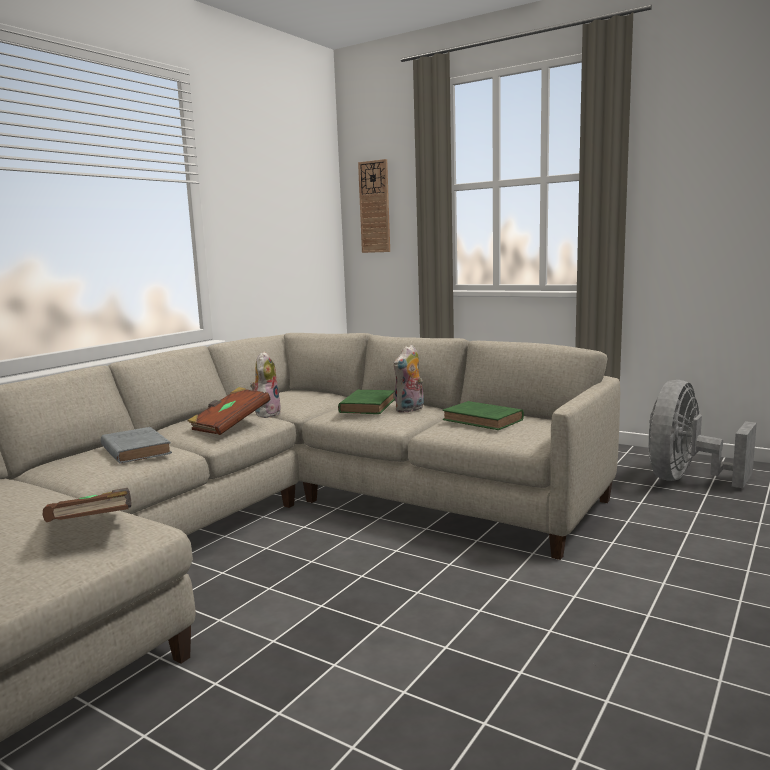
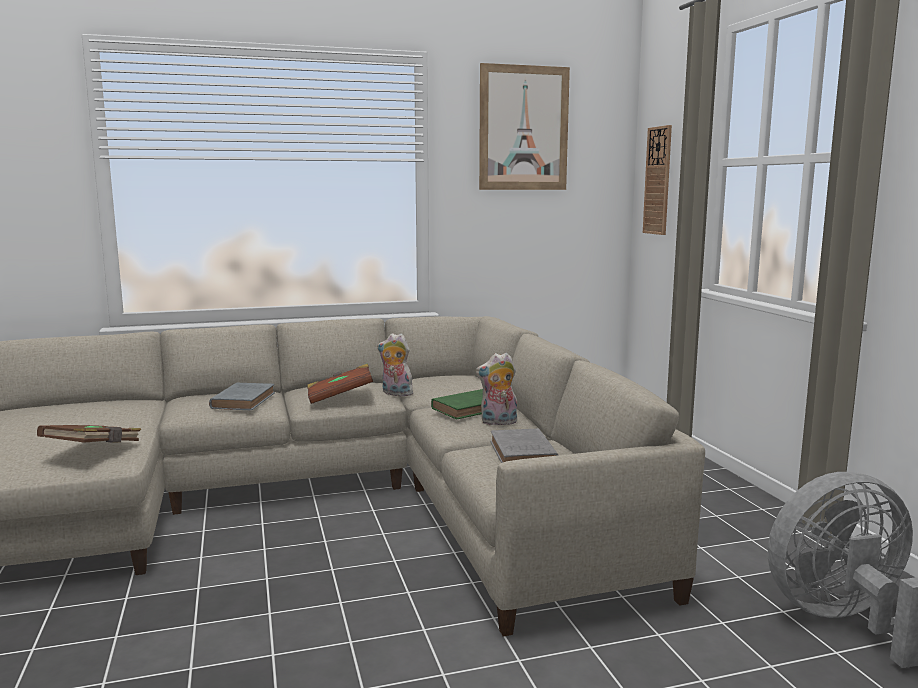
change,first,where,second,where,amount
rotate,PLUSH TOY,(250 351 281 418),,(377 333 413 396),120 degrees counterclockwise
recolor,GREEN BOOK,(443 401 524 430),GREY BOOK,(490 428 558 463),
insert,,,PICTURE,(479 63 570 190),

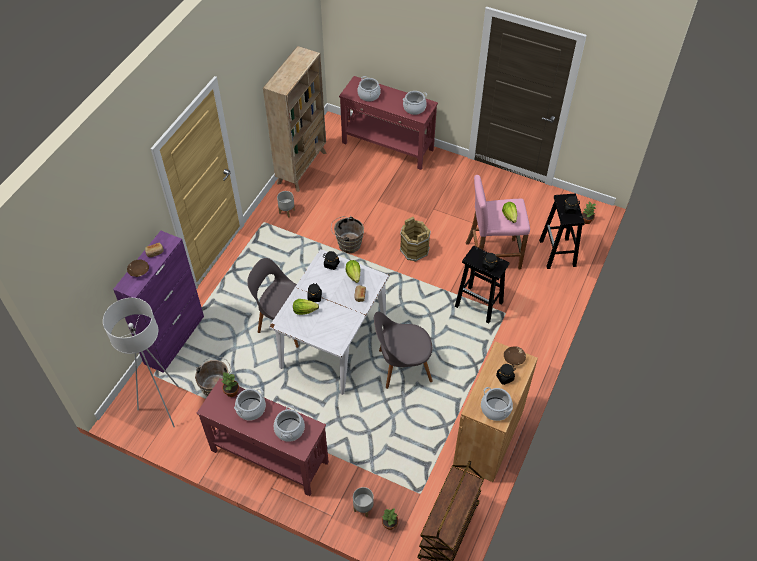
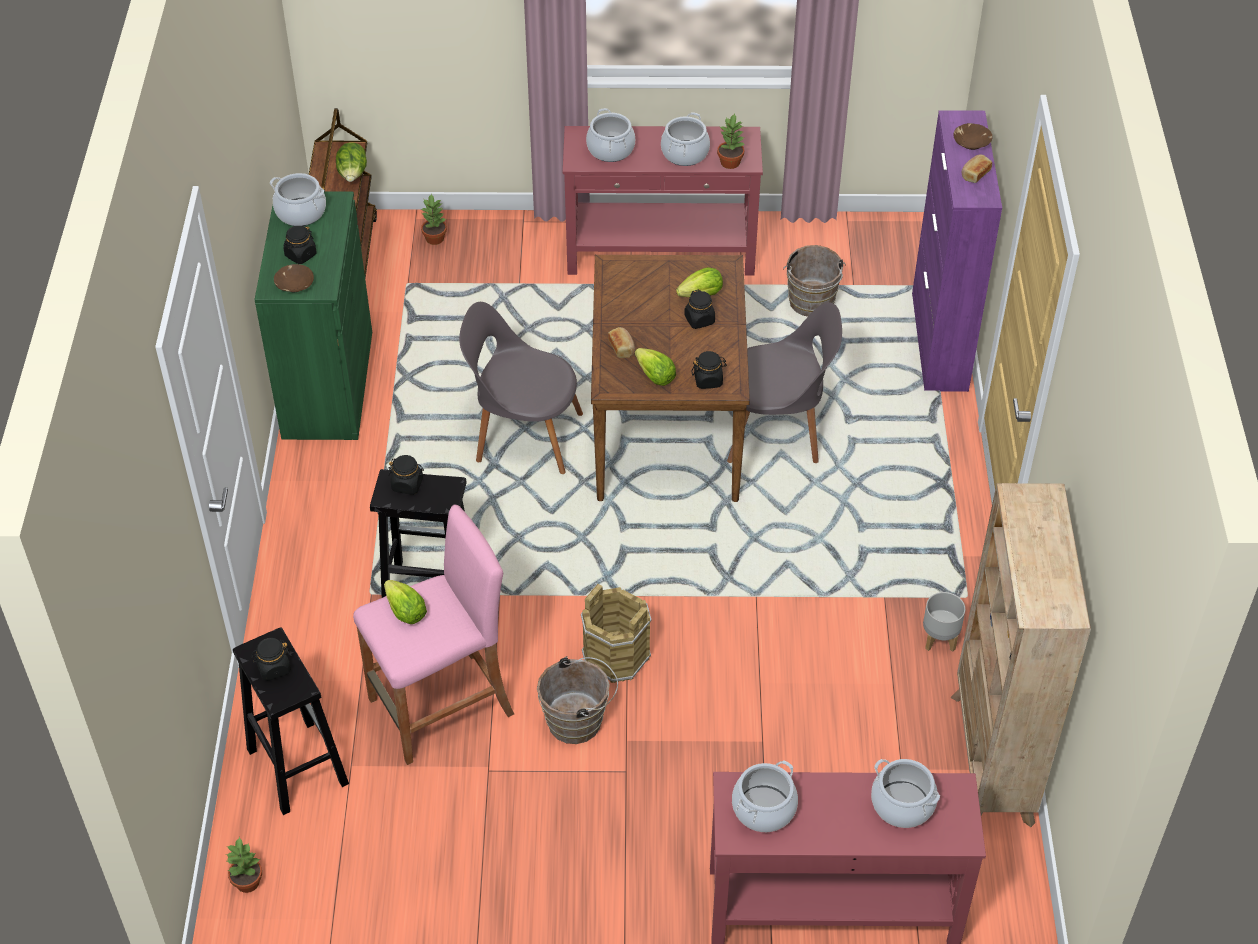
change,first,where,second,where,amount
delete,WHITE FLOOR LAMP,(103 298 179 428),,,
recolor,WHITE DINING TABLE,(269 249 389 395),BROWN DINING TABLE,(591 255 750 502),
move,BROWN BUCKET,(331 216 364 253),,(537 656 618 744),
delete,GREY PLANTER,(353 487 374 517),,,
rotate,GREY CHAIR,(374 312 433 389),,(459 302 583 474),135 degrees counterclockwise
recolor,BROWN CABINET,(453 341 538 482),GREEN CABINET,(255 191 372 440),
insert,,,LETTUCE,(336 142 367 182),

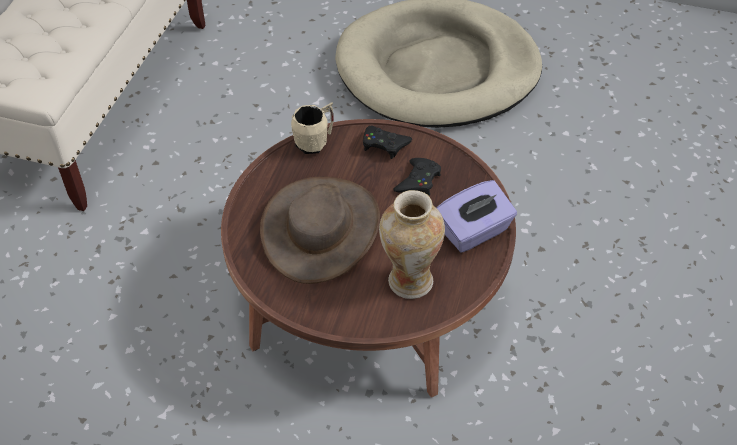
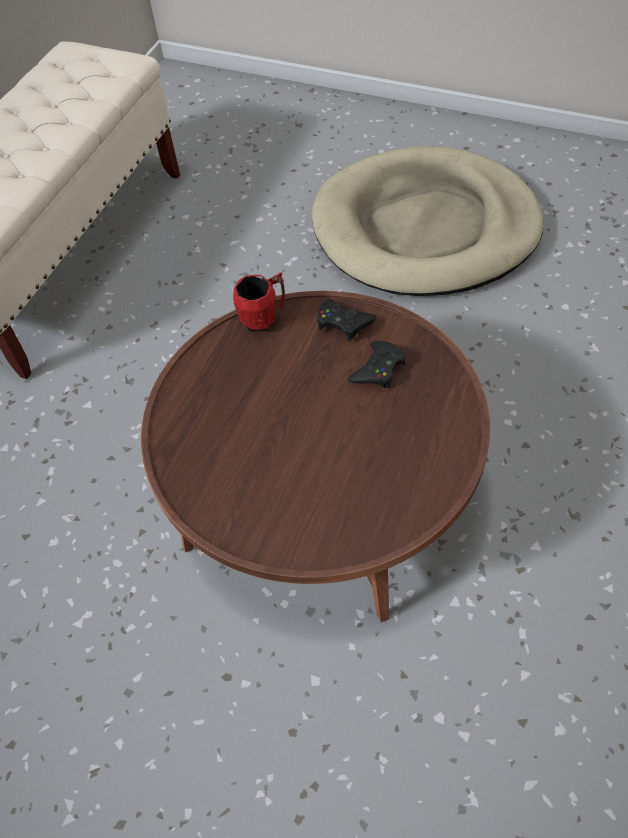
change,first,where,second,where,amount
delete,BROWN HAT,(260 177 380 284),,,
recolor,BEIGE MUG,(291 102 333 154),RED MUG,(233 272 285 332),
delete,VASE,(379 190 445 299),,,
delete,PURPLE TISSUE BOX,(436 180 517 253),,,

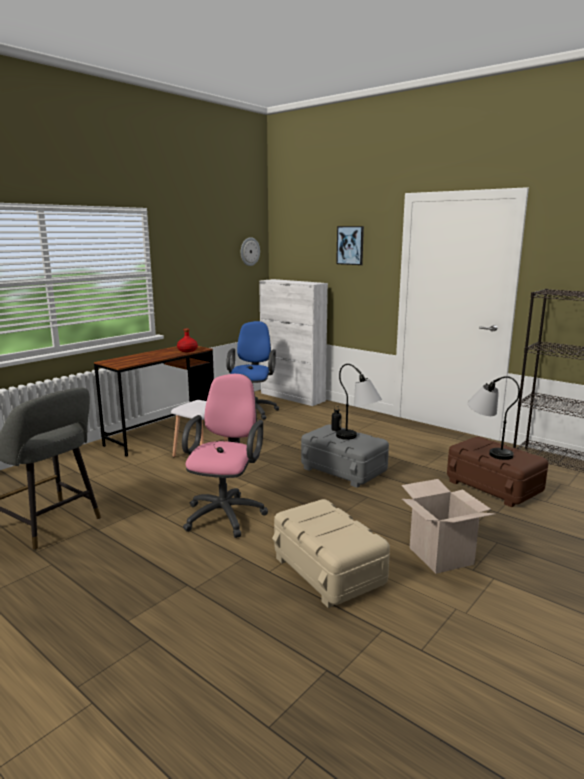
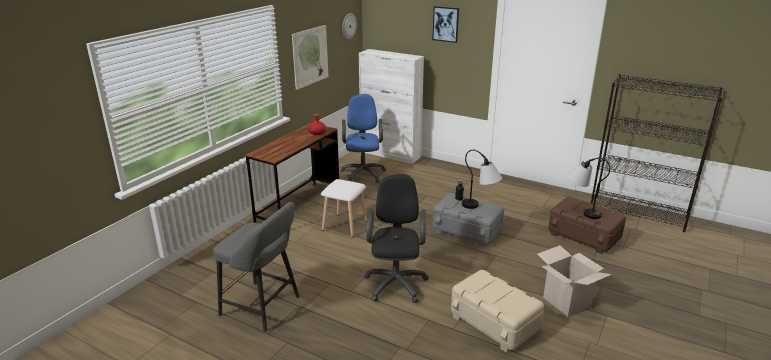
change,first,where,second,where,amount
recolor,PINK OFFICE CHAIR,(182 374 268 538),BLACK OFFICE CHAIR,(364 174 429 303),
insert,,,PICTURE,(292 25 328 90),

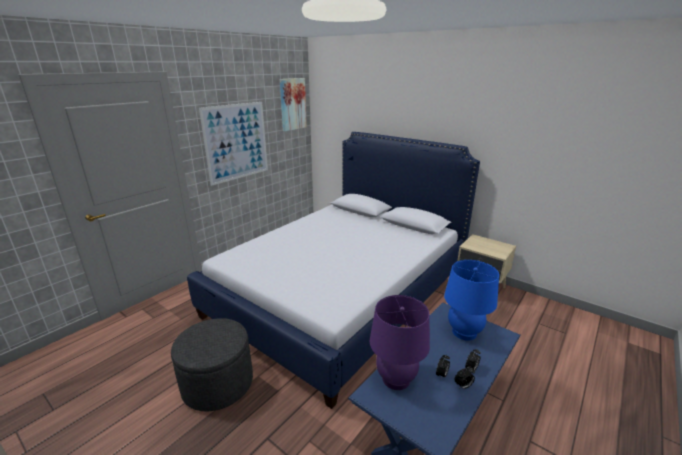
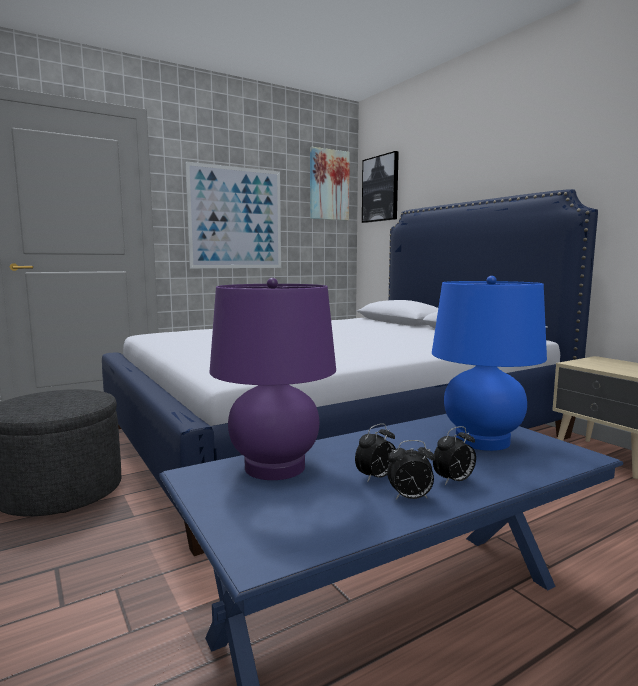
change,first,where,second,where,amount
insert,,,PICTURE,(362 151 399 223),

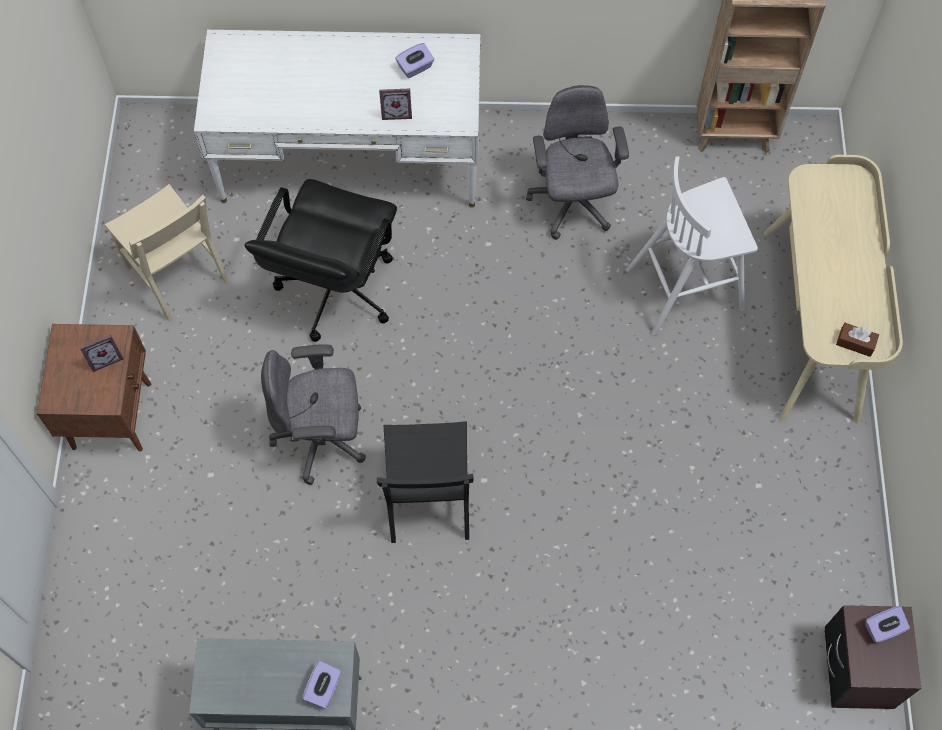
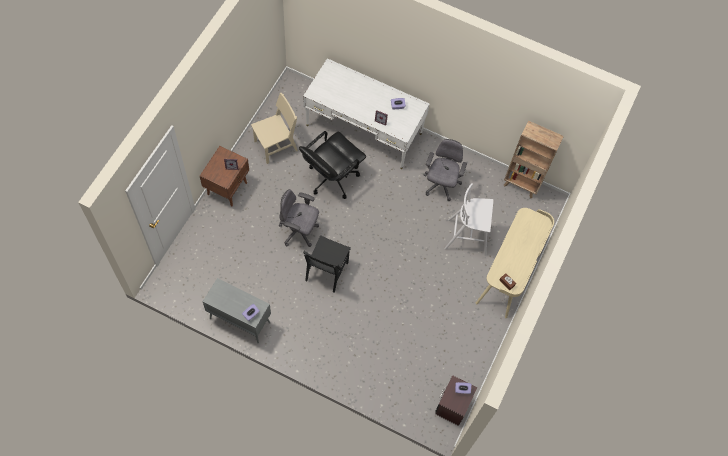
change,first,where,second,where,amount
rotate,BEIGE CHAIR,(105 184 230 322),,(251 93 298 164),105 degrees counterclockwise

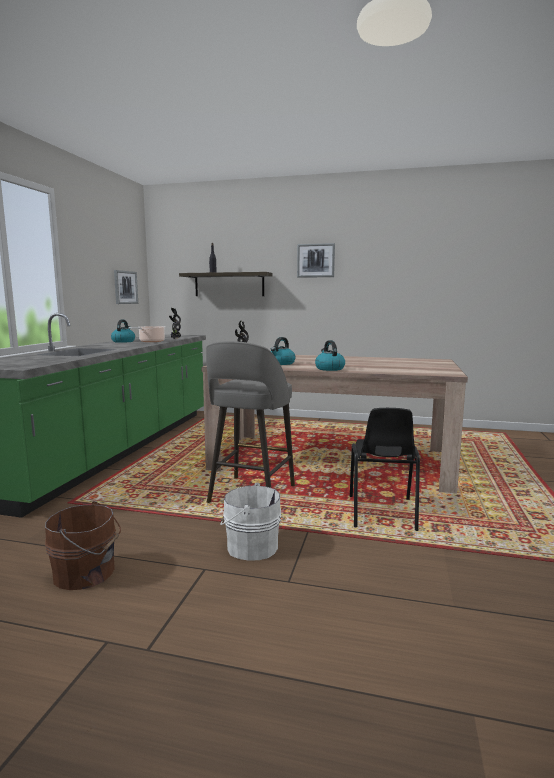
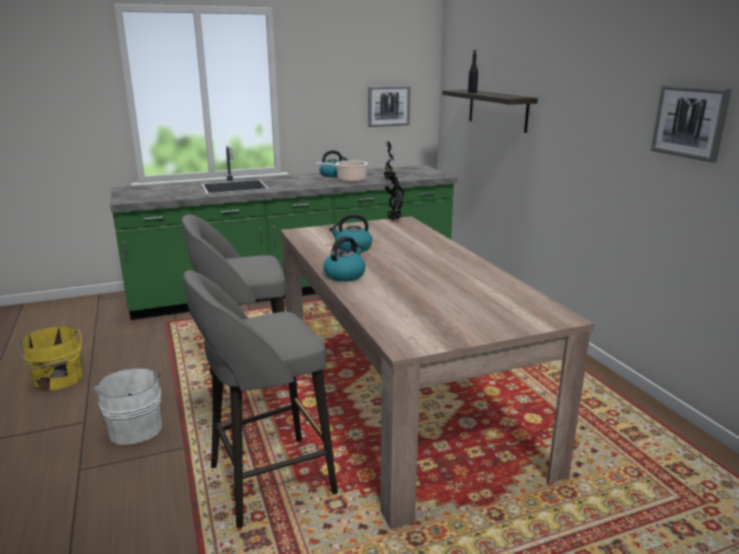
change,first,where,second,where,amount
recolor,BROWN BUCKET,(45 501 121 590),YELLOW BUCKET,(18 326 83 391),
move,PICTURE,(297 243 335 278),,(650 85 732 163),
replace,BLACK CHAIR,(350 408 420 531),GREY STOOL,(184 270 338 528),

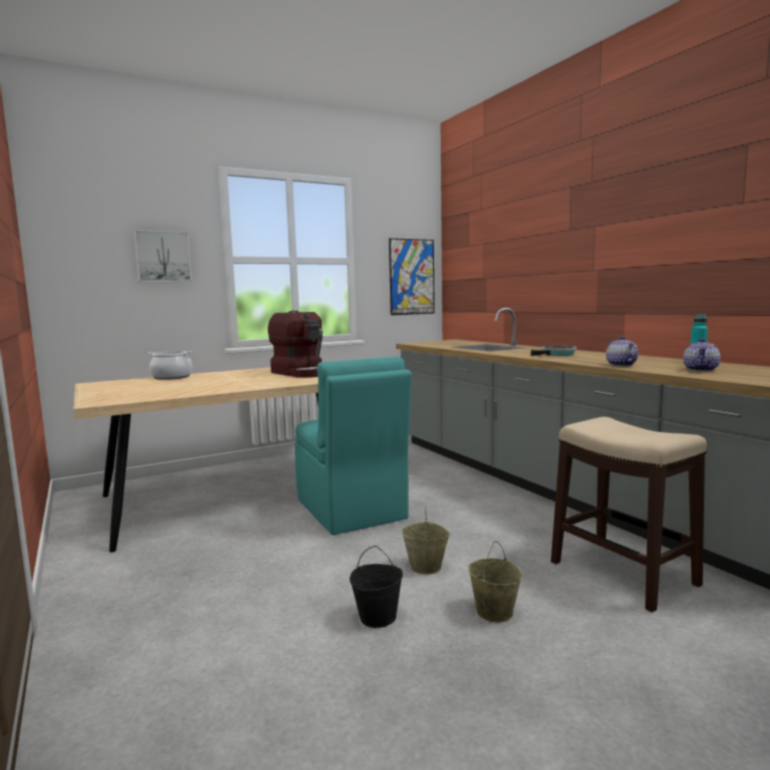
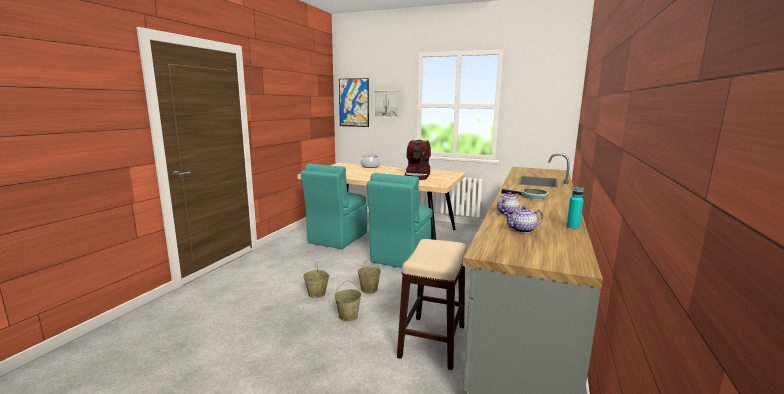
change,first,where,second,where,amount
recolor,BLACK BUCKET,(349 546 403 628),BEIGE BUCKET,(303 262 330 298),
move,PICTURE,(389 238 435 315),,(339 78 369 127),
insert,,,TURQUOISE CHAIR,(301 164 367 249),

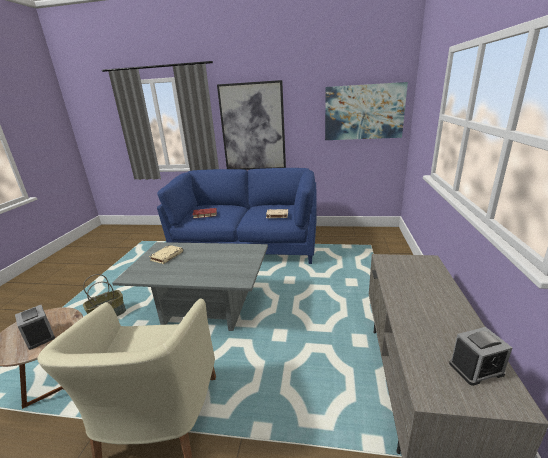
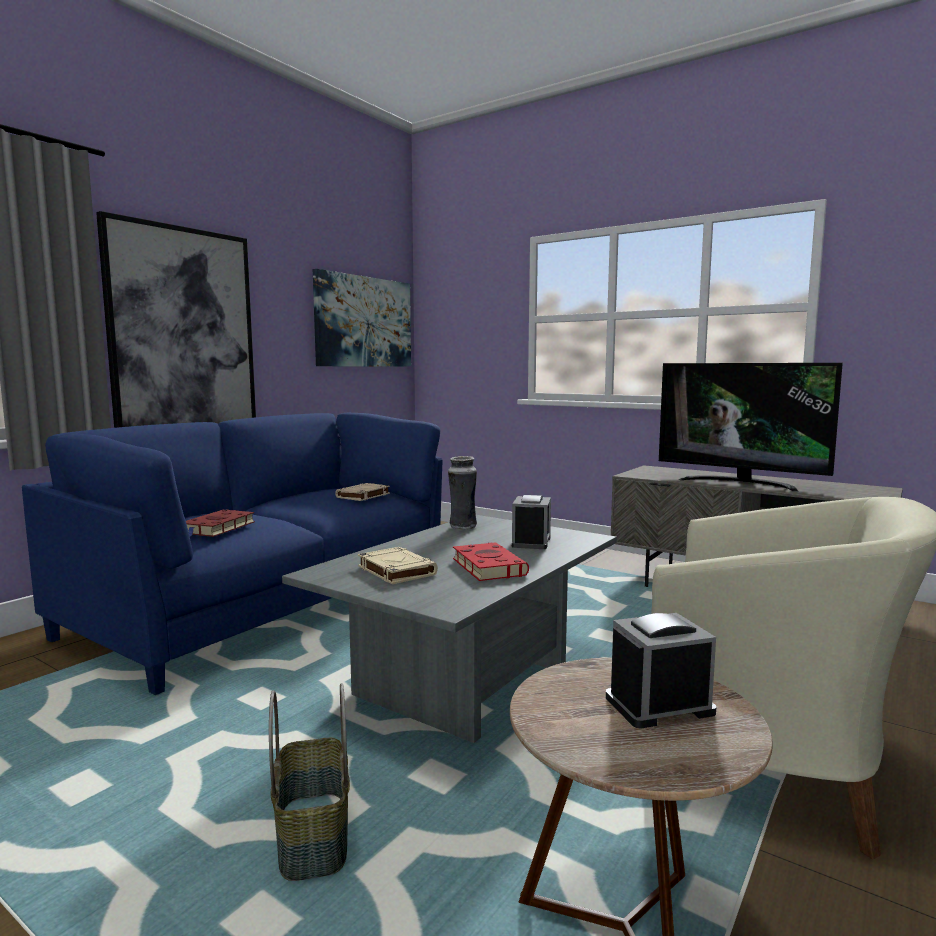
change,first,where,second,where,amount
move,ALARM CLOCK,(449 327 512 386),,(512 495 551 549),
insert,,,VASE,(448 456 477 530),
insert,,,RED BOOK,(453 542 529 581),
insert,,,TELEVISION,(659 363 843 492),

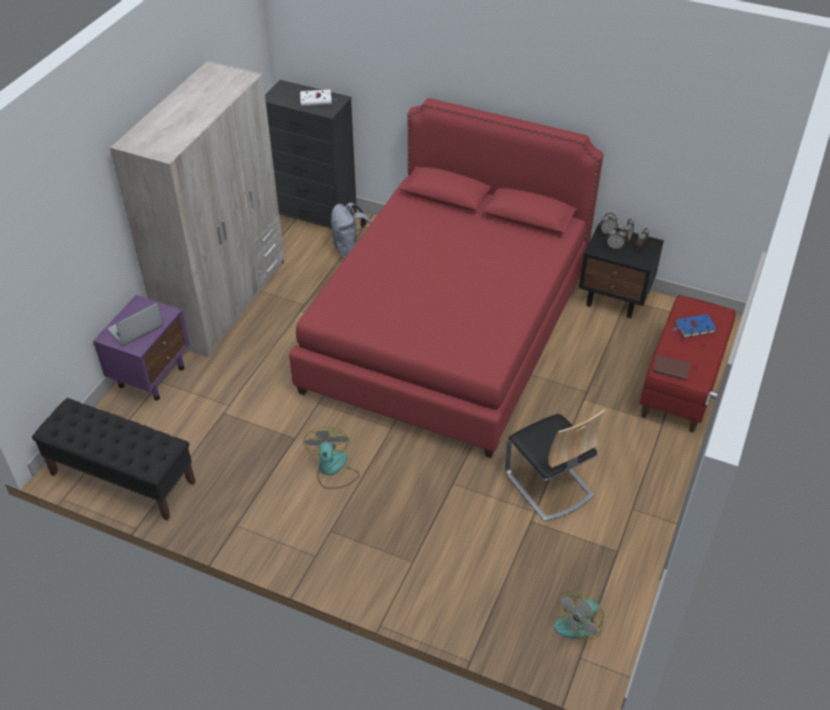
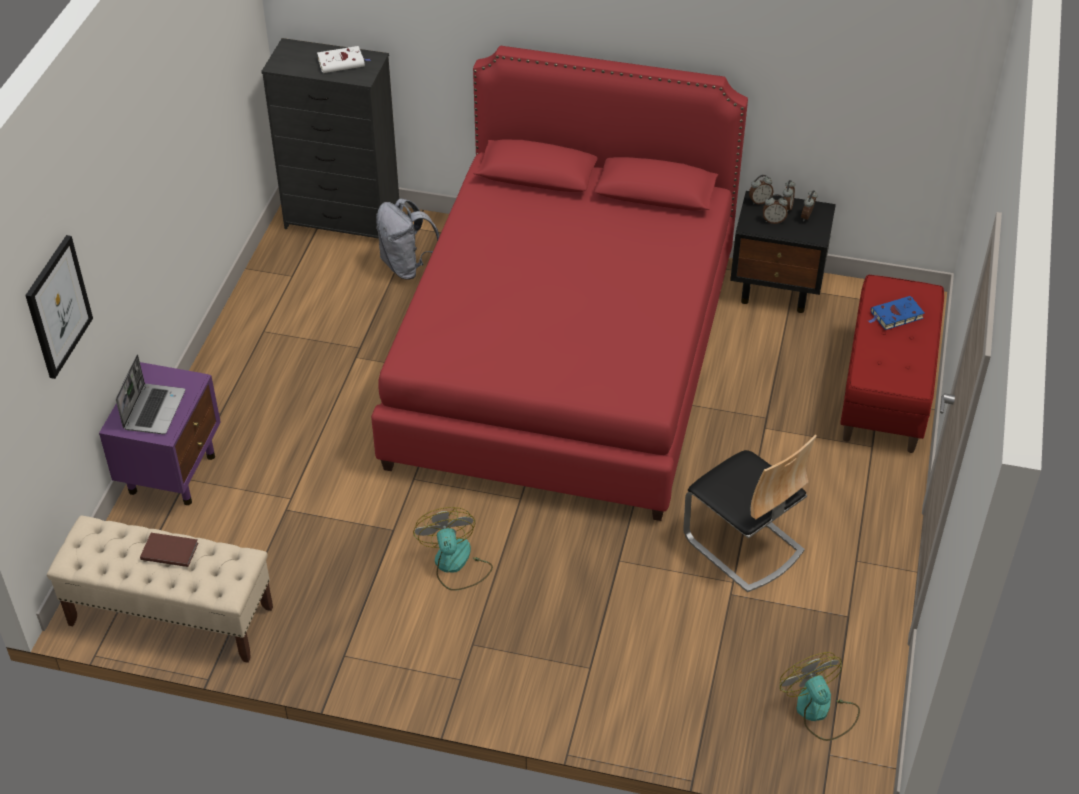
change,first,where,second,where,amount
recolor,BLACK BENCH,(32 398 195 521),BEIGE BENCH,(47 516 273 663),
rotate,LAPTOP,(107 303 163 346),,(116 355 185 434),150 degrees clockwise
delete,BEIGE WARDROBE,(110 61 284 357),,,
rotate,FAN,(554 590 604 640),,(780 652 860 741),120 degrees clockwise
move,BROWN BOOK,(652 355 691 380),,(140 533 198 567),
insert,,,PICTURE,(25 235 93 379),

